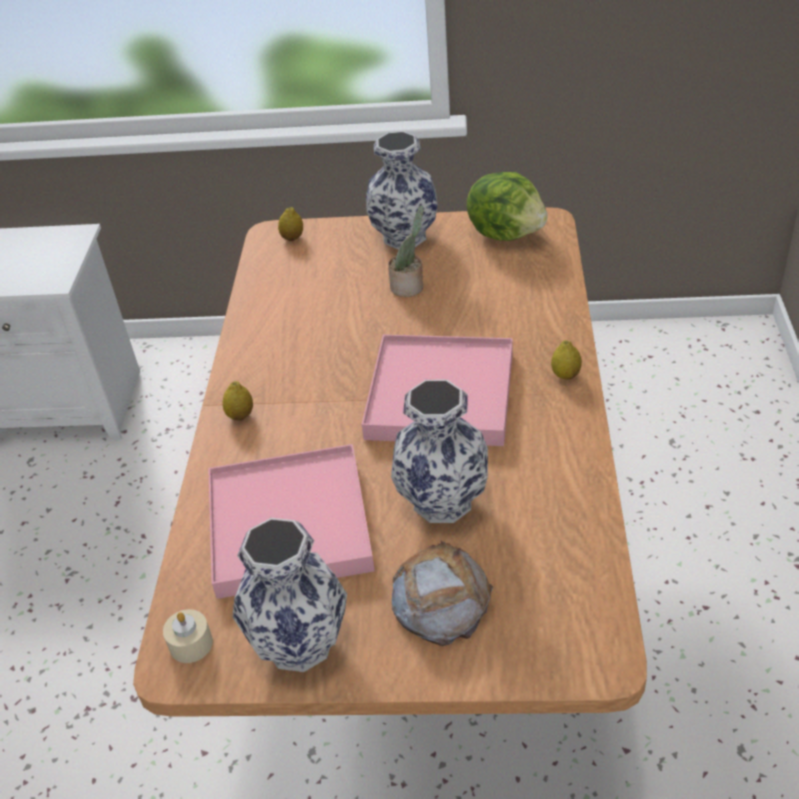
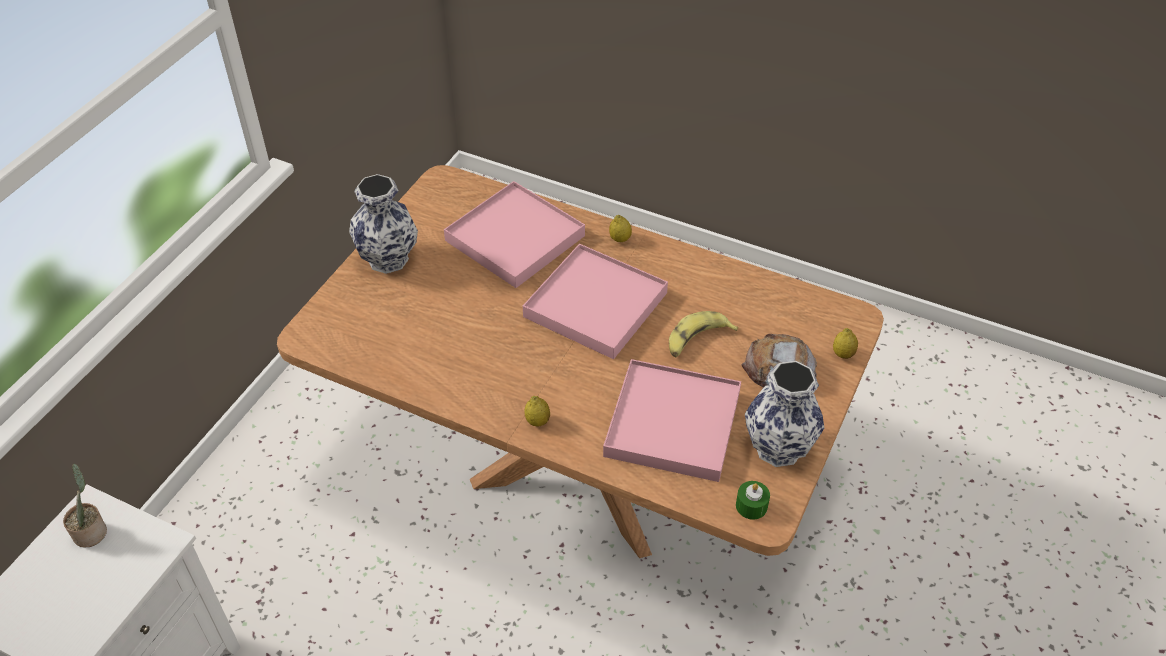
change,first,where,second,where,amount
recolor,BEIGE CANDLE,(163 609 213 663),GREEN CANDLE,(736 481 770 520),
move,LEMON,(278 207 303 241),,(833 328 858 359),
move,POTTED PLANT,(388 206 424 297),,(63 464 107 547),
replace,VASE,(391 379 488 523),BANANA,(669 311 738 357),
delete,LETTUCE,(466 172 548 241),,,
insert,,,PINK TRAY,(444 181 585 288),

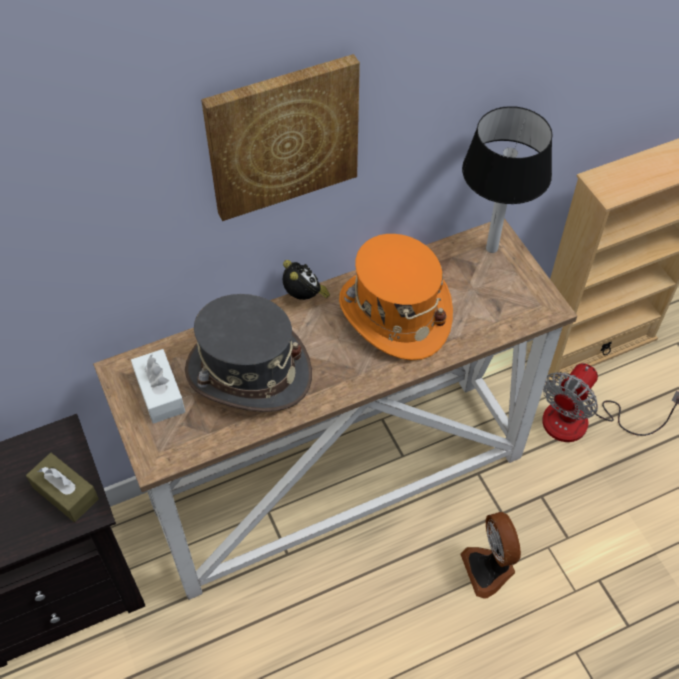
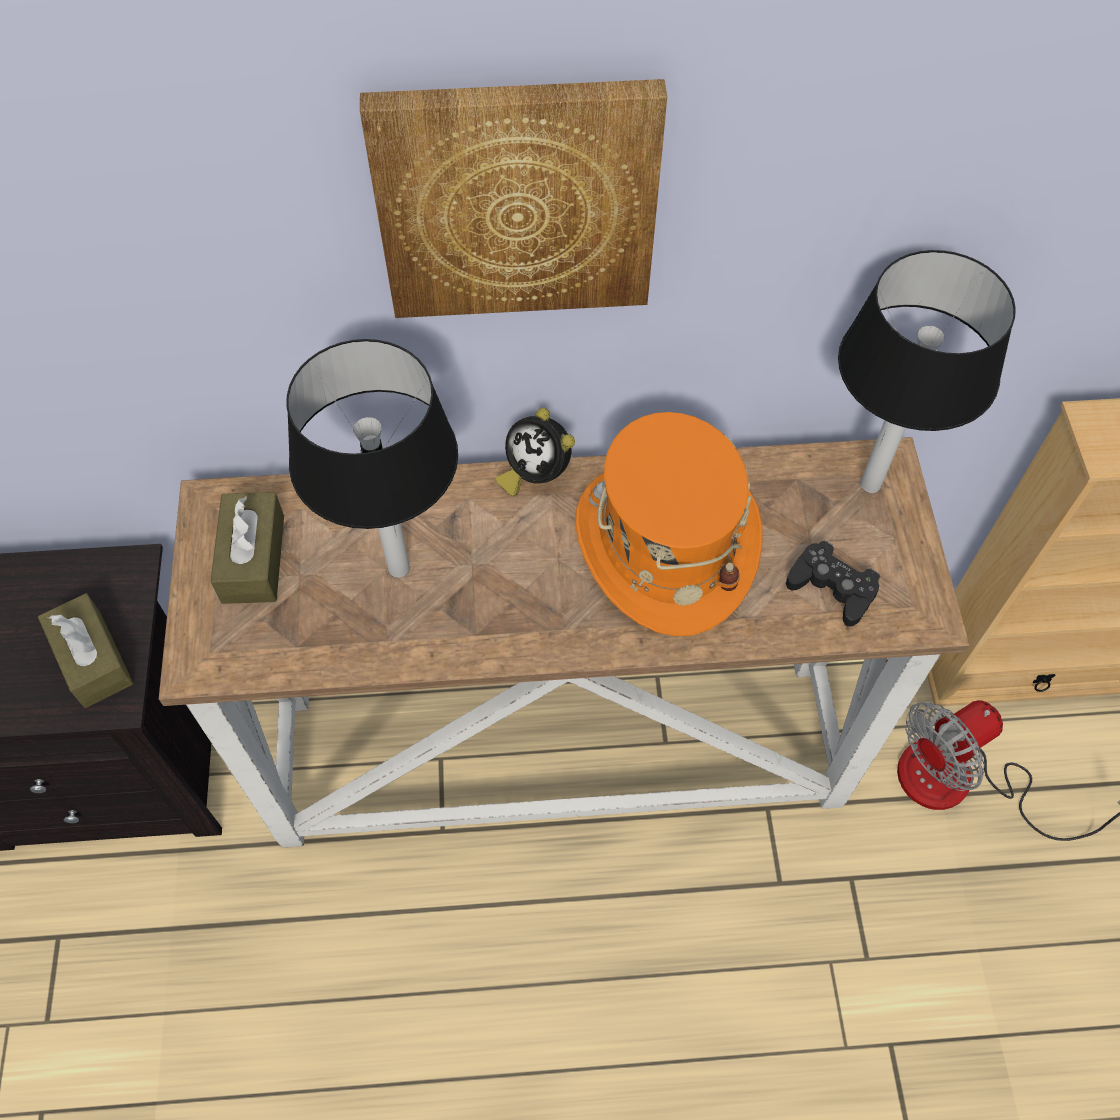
change,first,where,second,where,amount
recolor,WHITE TISSUE BOX,(131 349 185 424),BROWN TISSUE BOX,(210 492 284 604),
replace,GREY HAT,(185 294 312 412),TABLE LAMP,(286 339 458 578),
rotate,ALARM CLOCK,(283 260 330 300),,(496 408 575 496),135 degrees clockwise
delete,FAN,(461 512 521 599),,,
insert,,,BLACK GAME CONTROLLER,(786 541 880 627),

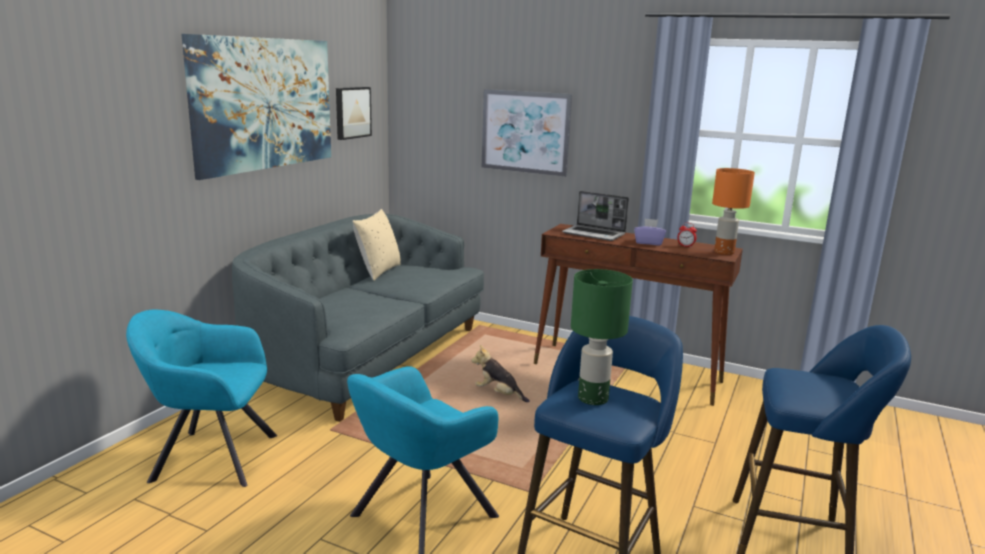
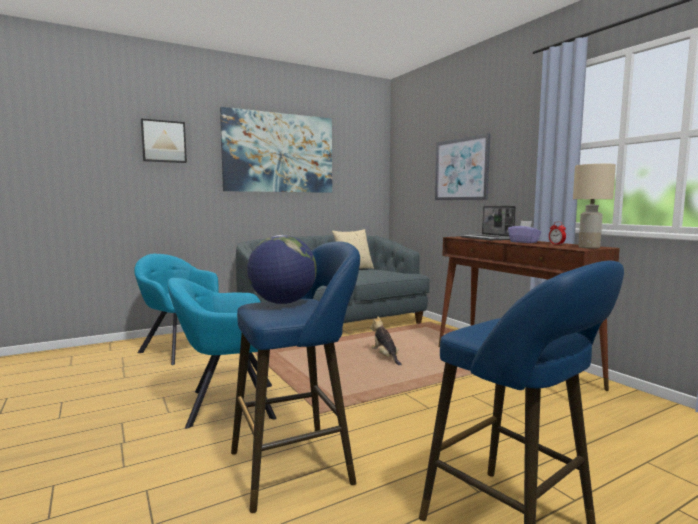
change,first,where,second,where,amount
move,PICTURE,(336 87 372 140),,(141 118 187 163),
replace,GREEN TABLE LAMP,(571 269 633 405),GLOBE,(247 235 317 304),
recolor,ORANGE TABLE LAMP,(712 168 755 255),BEIGE TABLE LAMP,(573 164 616 249),

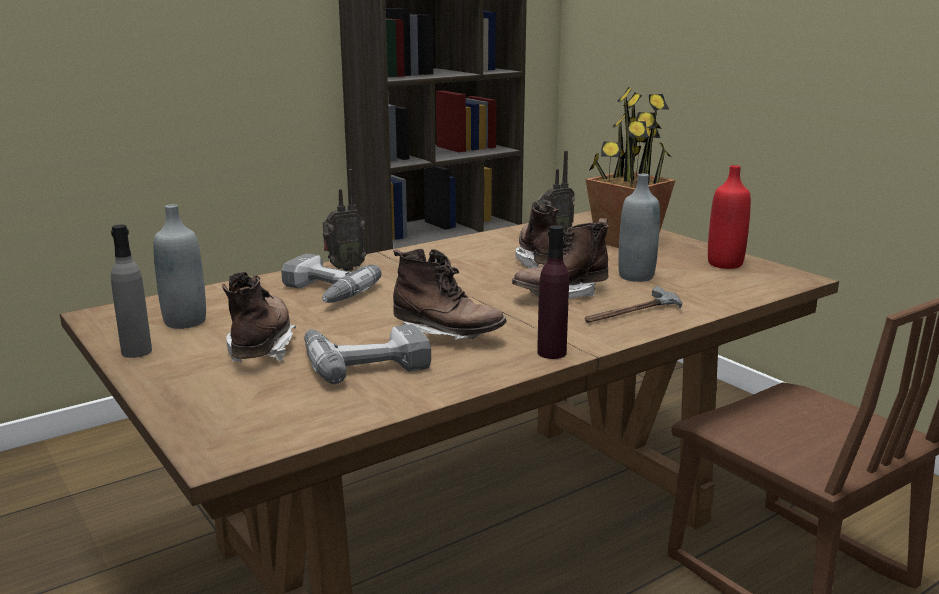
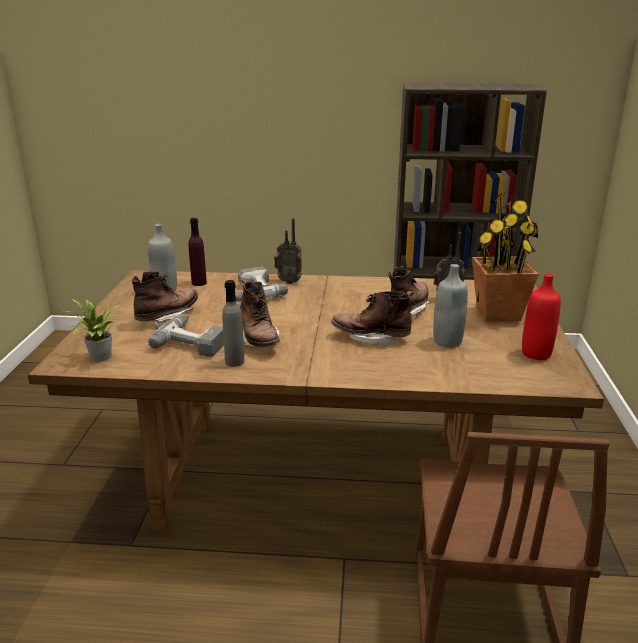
change,first,where,second,where,amount
move,GREY BOTTLE,(111 225 152 358),,(222 280 245 367),
move,PURPLE BOTTLE,(537 225 569 359),,(189 218 207 286),
delete,HAMMER,(584 286 682 323),,,
insert,,,POTTED PLANT,(63 299 121 362),

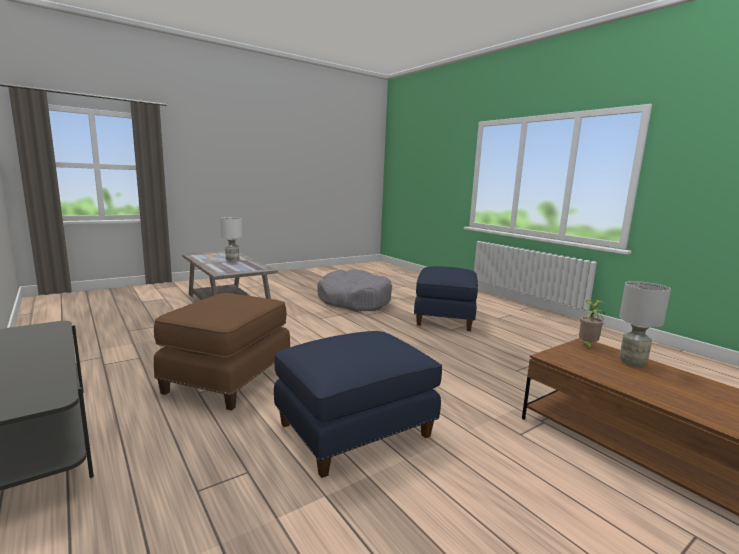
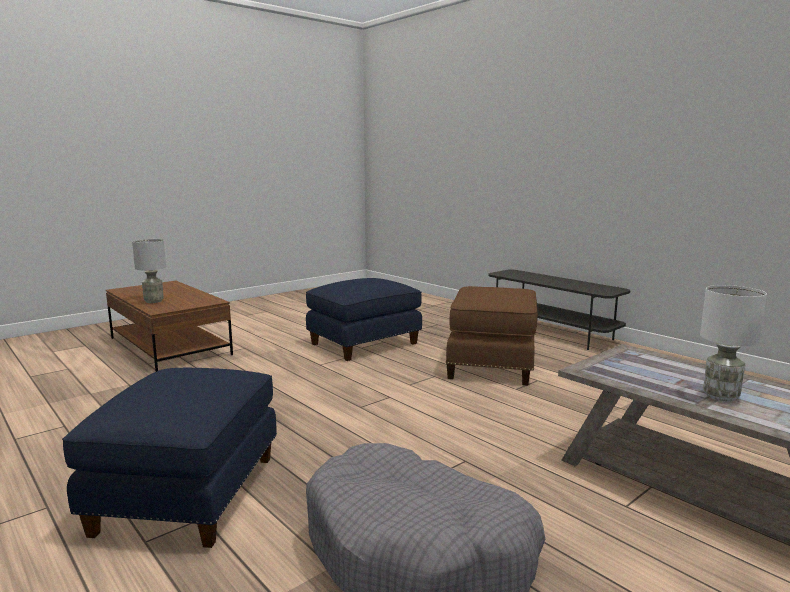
change,first,where,second,where,amount
delete,POTTED PLANT,(579 300 605 350),,,

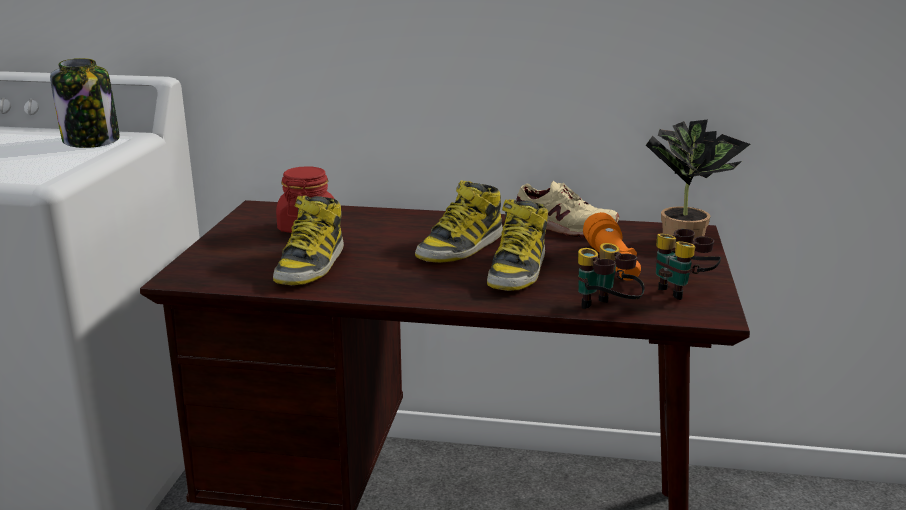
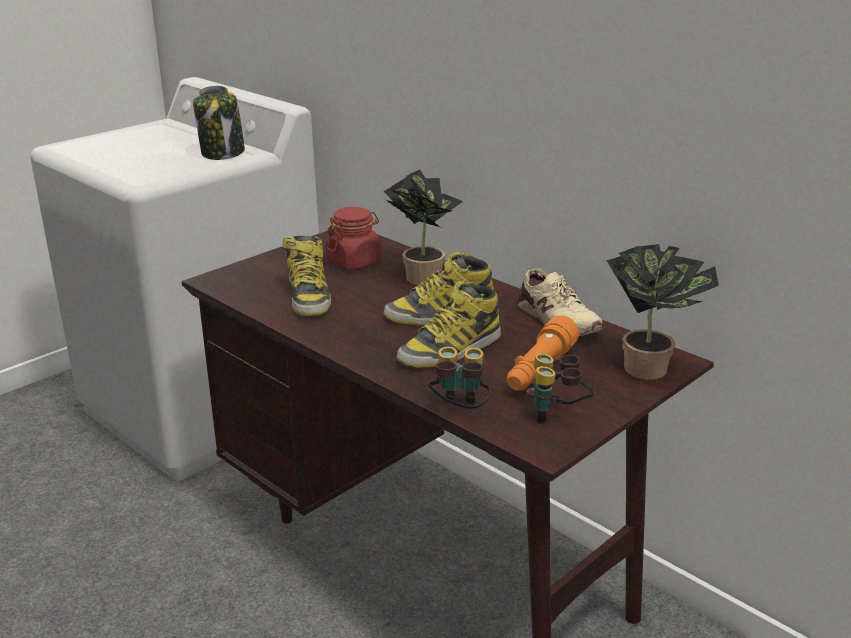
change,first,where,second,where,amount
rotate,BOOT,(273 195 344 285),,(283 236 331 316),60 degrees counterclockwise
insert,,,POTTED PLANT,(384 169 463 285),

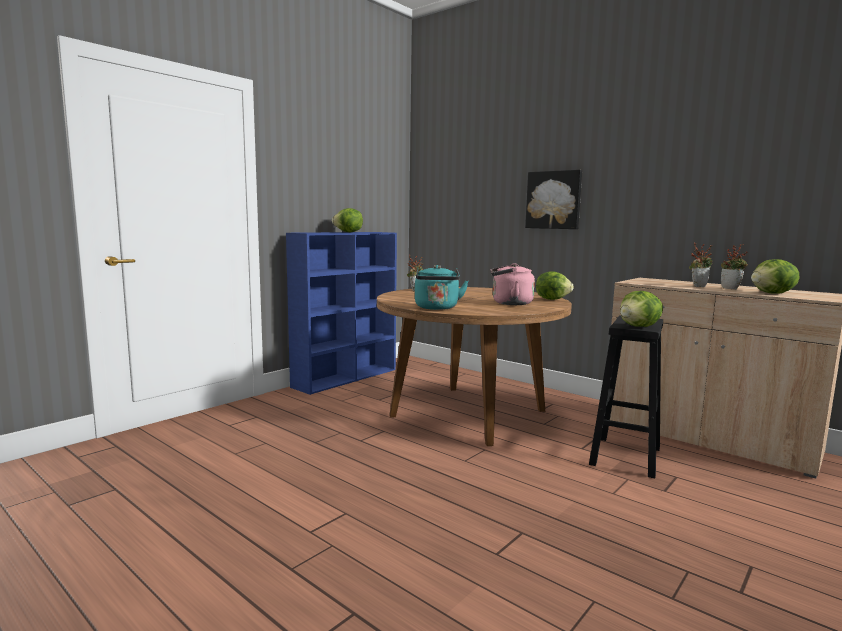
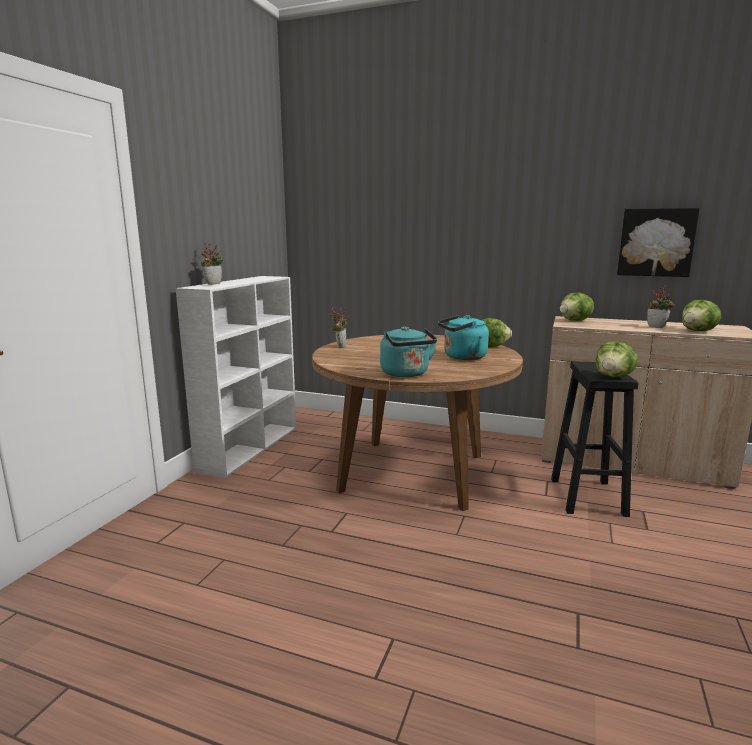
change,first,where,second,where,amount
recolor,BLUE BOOKCASE,(286 232 397 395),WHITE BOOKCASE,(176 276 296 478),
move,LETTUCE,(332 208 363 232),,(560 293 594 321),
recolor,PINK KETTLE,(490 263 535 305),TURQUOISE KETTLE,(438 315 489 360),
move,PICTURE,(525 170 582 229),,(617 208 700 277),
move,POTTED PLANT,(689 242 713 287),,(201 242 223 285),

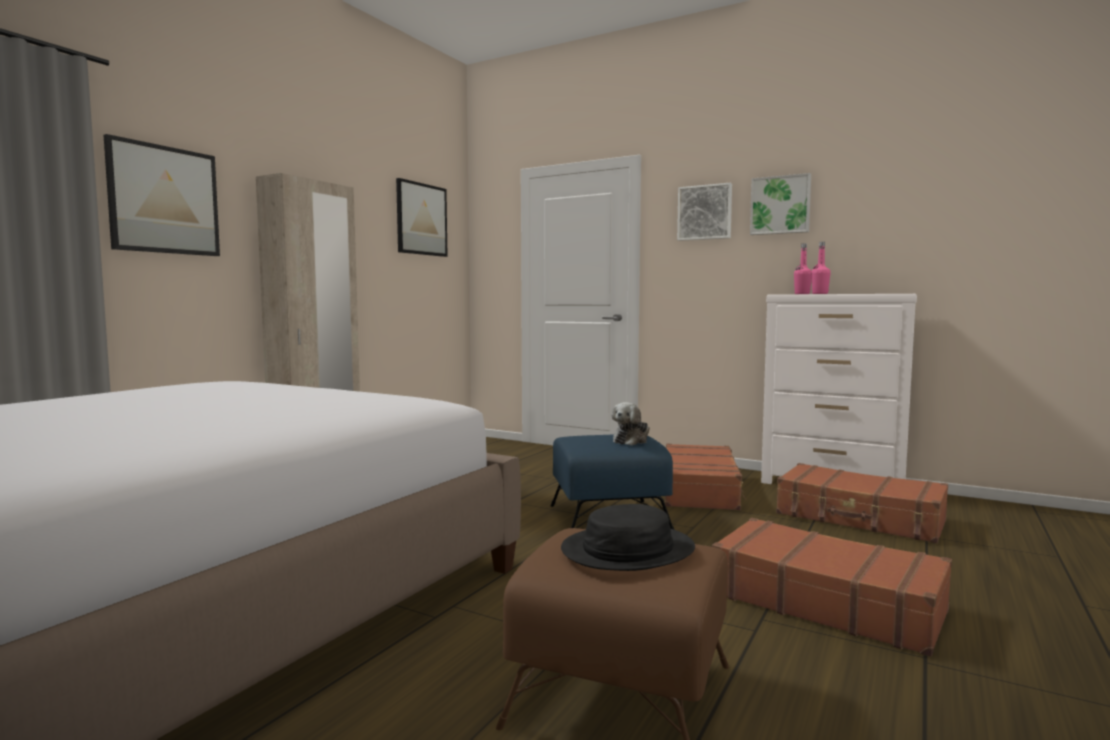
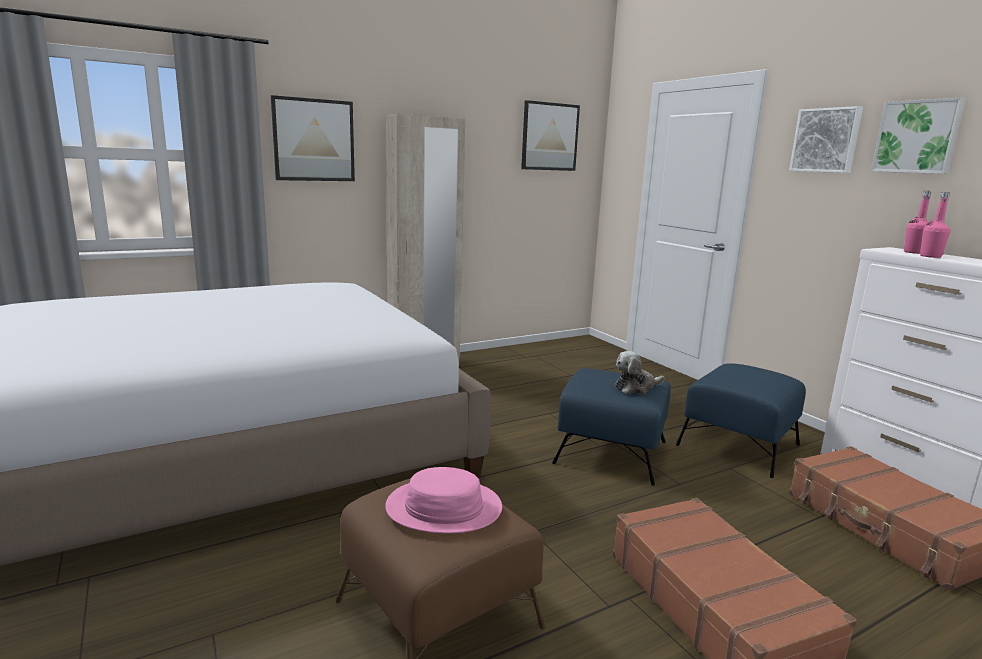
change,first,where,second,where,amount
recolor,BLACK HAT,(561 504 695 571),PINK HAT,(385 467 502 534),
replace,BROWN SUITCASE,(664 444 746 510),BLUE OTTOMAN,(676 363 806 478),

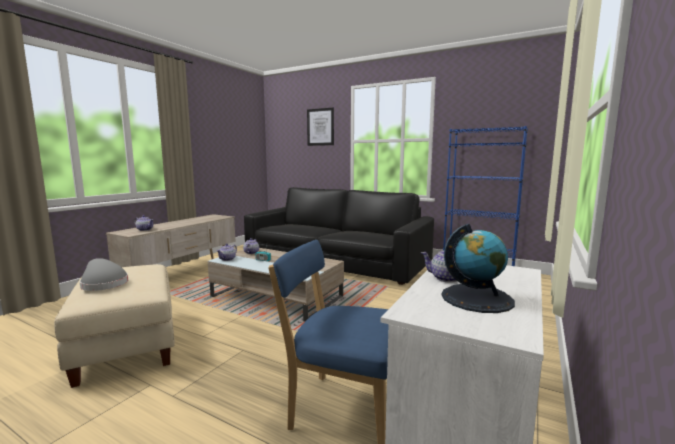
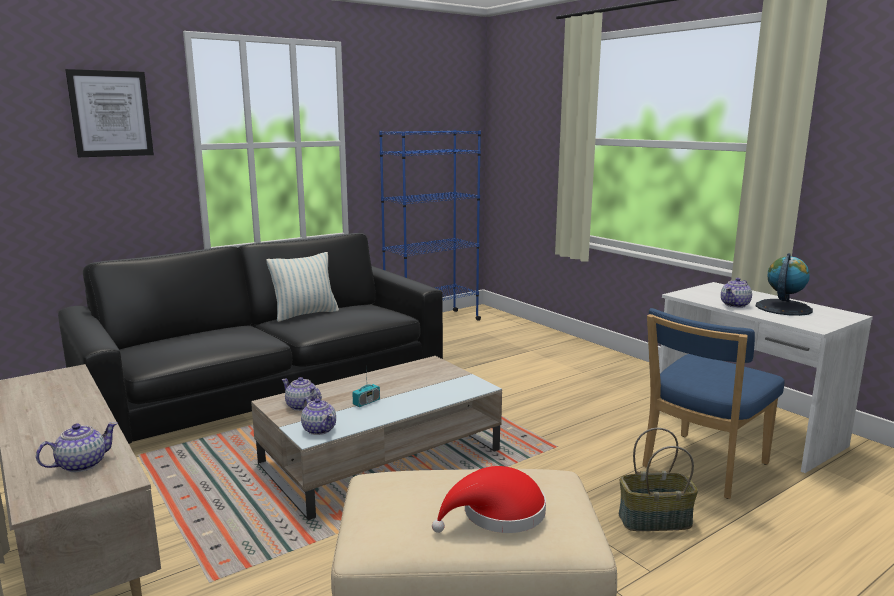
change,first,where,second,where,amount
recolor,GREY HAT,(80 258 128 291),RED HAT,(432 466 546 533),
insert,,,PILLOW,(267 252 339 322),
insert,,,BASKET,(619 428 698 531),

